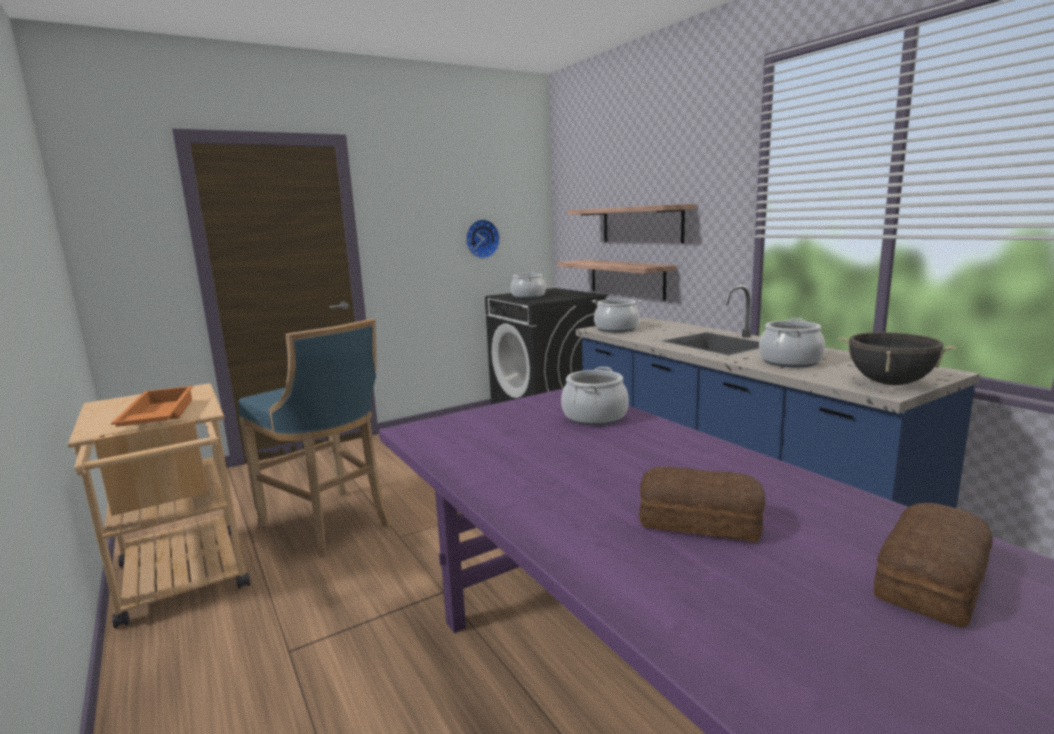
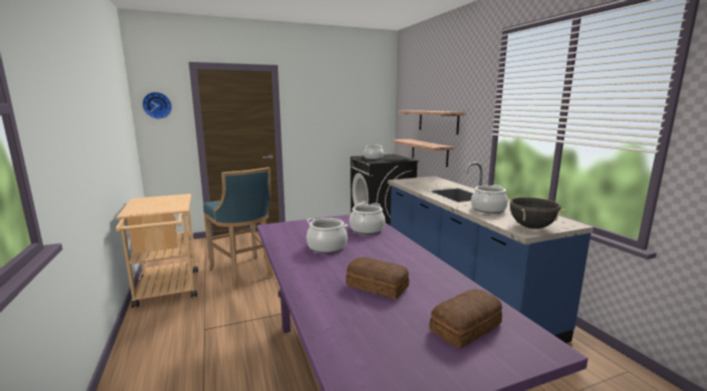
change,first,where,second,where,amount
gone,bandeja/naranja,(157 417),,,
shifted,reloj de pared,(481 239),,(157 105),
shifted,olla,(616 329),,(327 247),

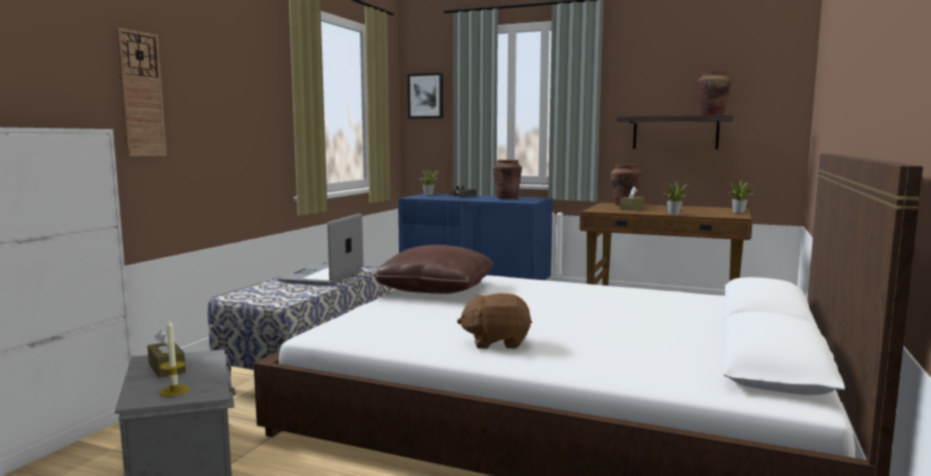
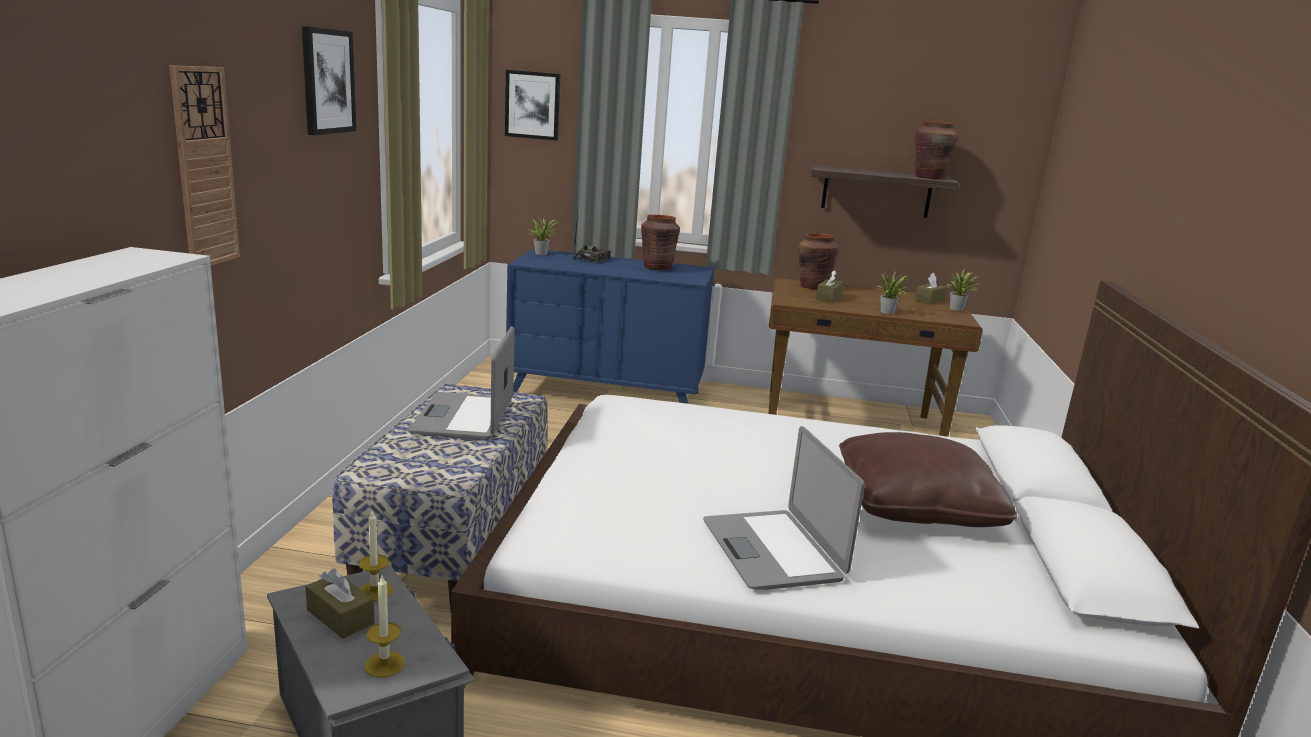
change,first,where,second,where,amount
shifted,cojín/marrón,(436 289),,(916 506),
swapped,peluche/marrón,(496 342),portátil,(773 550),
new,,,cuadro,(327 81),
new,,,vela,(375 591),
new,,,caja de pañuelos/marrón,(929 300),

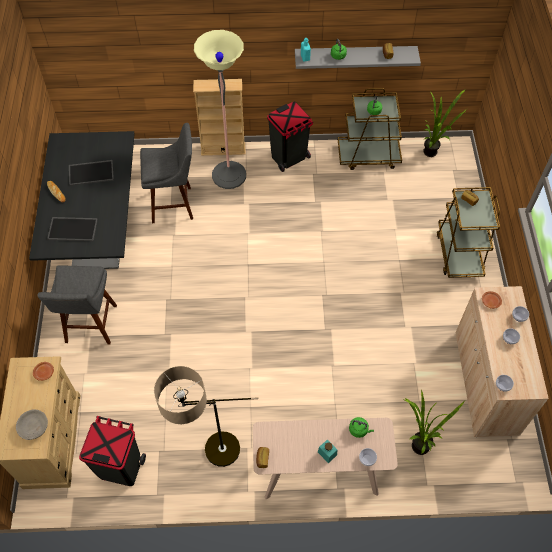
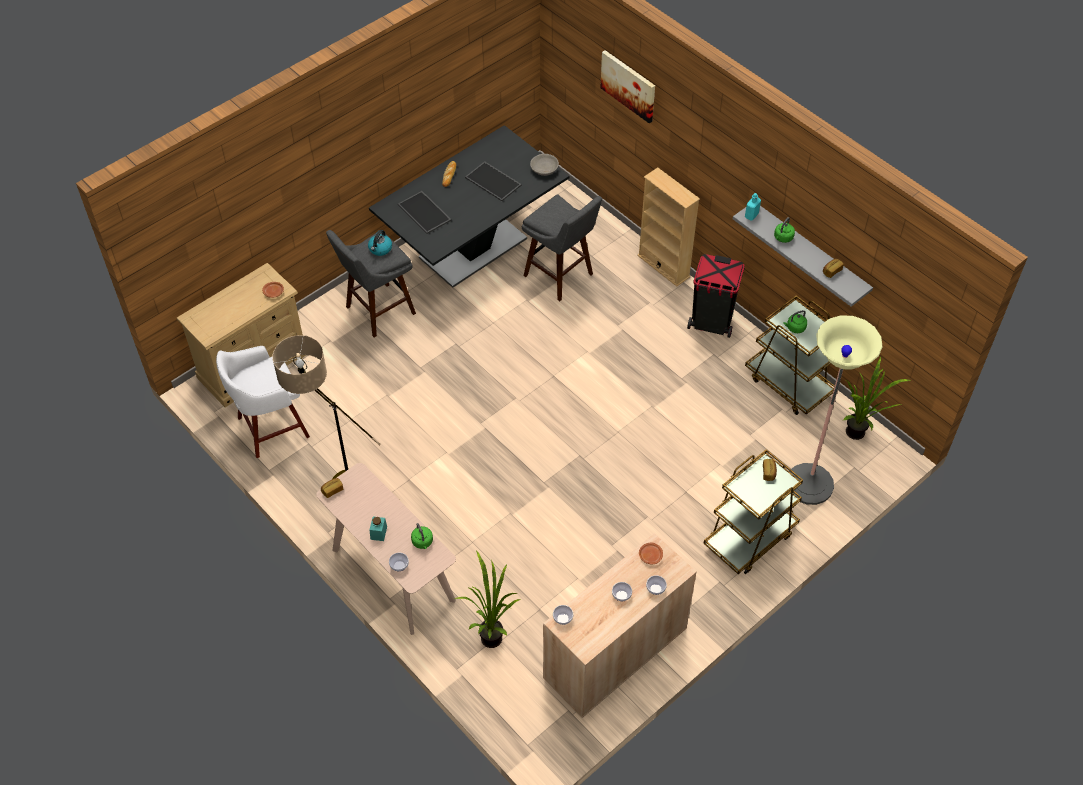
change,first,where,second,where,amount
shifted,cuenco/gris,(34 427),,(544 169),
swapped,papelera/negro,(120 467),taburete/blanco,(270 428),
shifted,lámpara de pie,(229 175),,(809 484),
new,,,hervidor,(380 249),
new,,,cuadro,(628 85),

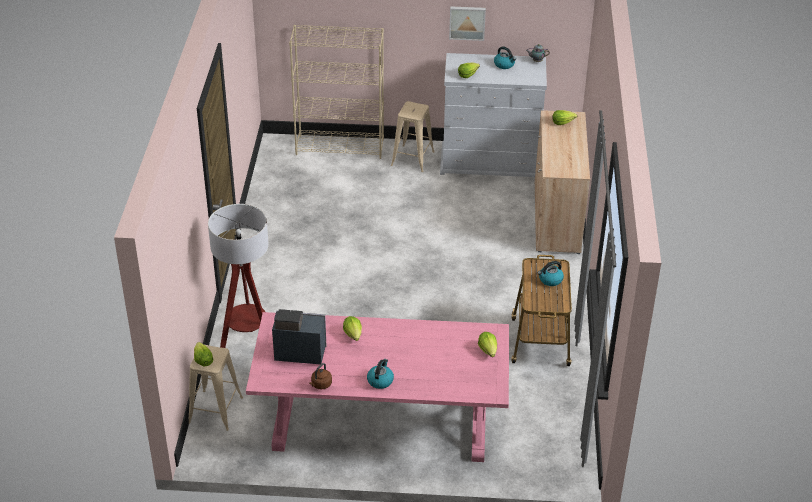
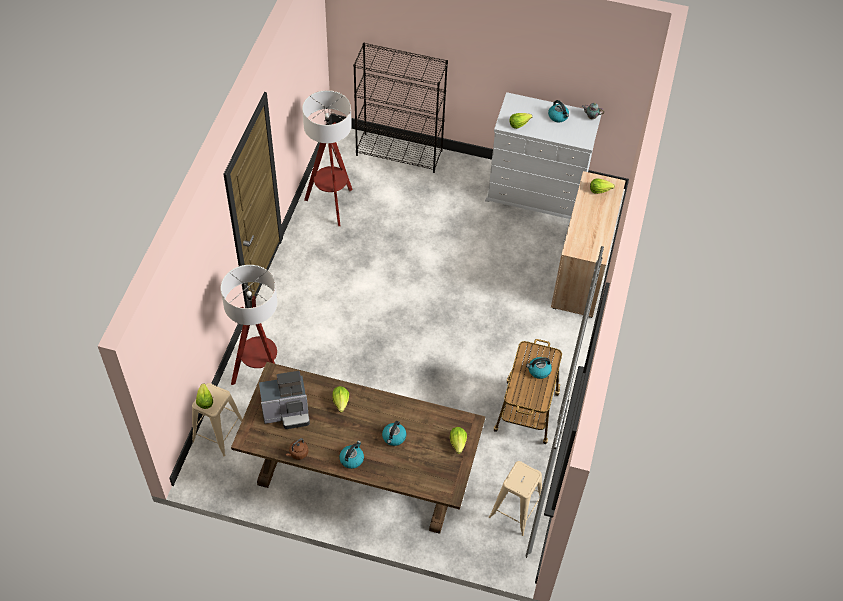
change,first,where,second,where,amount
repainted,mesa de comedor/rosa,(380 420),mesa de comedor/marrón,(360 470),
rotated,cafetera,(298 351),,(287 412),150 degrees clockwise
repainted,estantería/beis,(340 147),estantería/negro,(399 153),
shifted,taburete/beis,(412 158),,(516 509),
gone,cuadro,(467 22),,,
new,,,lámpara de pie,(331 205),
new,,,hervidor,(394 437),

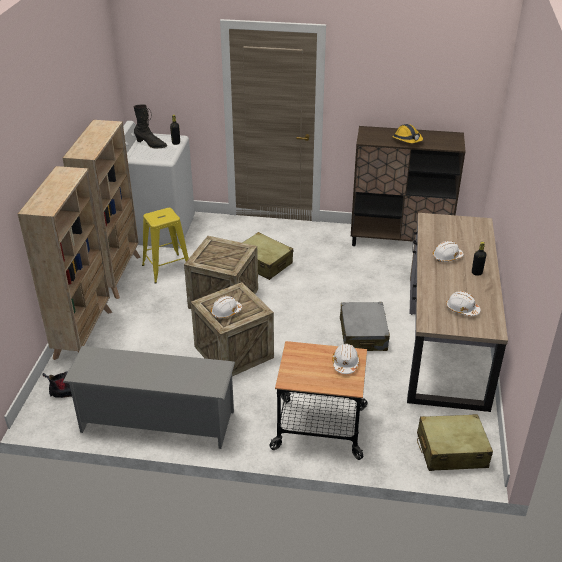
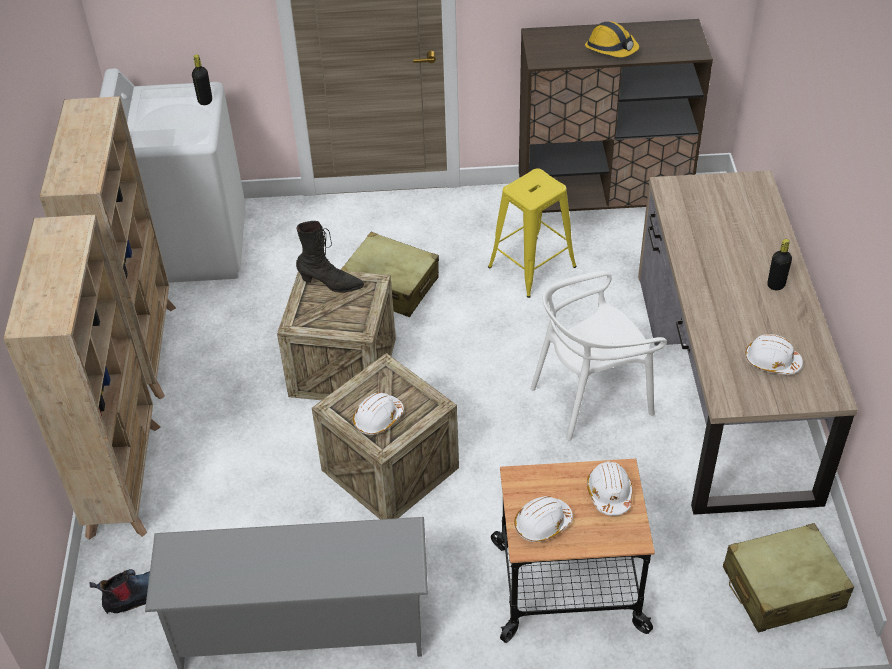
change,first,where,second,where,amount
shifted,bota/negro,(151 144),,(331 284),
shifted,taburete/amarillo,(167 268),,(532 267),
swapped,maleta/gris,(363 334),silla/blanco,(591 397),
shifted,casco/blanco,(447 257),,(542 524),

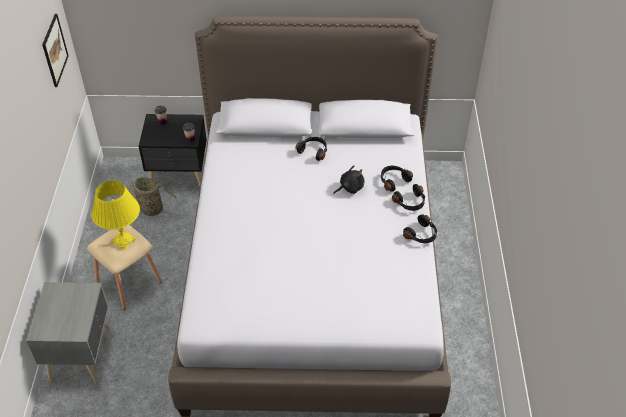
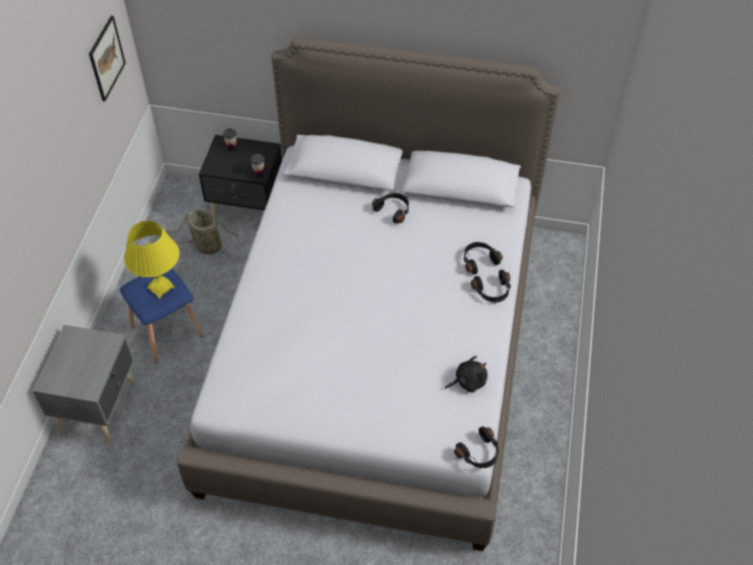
change,first,where,second,where,amount
repainted,taburete/beis,(129 281),taburete/azul,(167 330),
shifted,peluche/negro,(350 188),,(468 381),
shifted,auriculares/negro,(421 235),,(479 453),

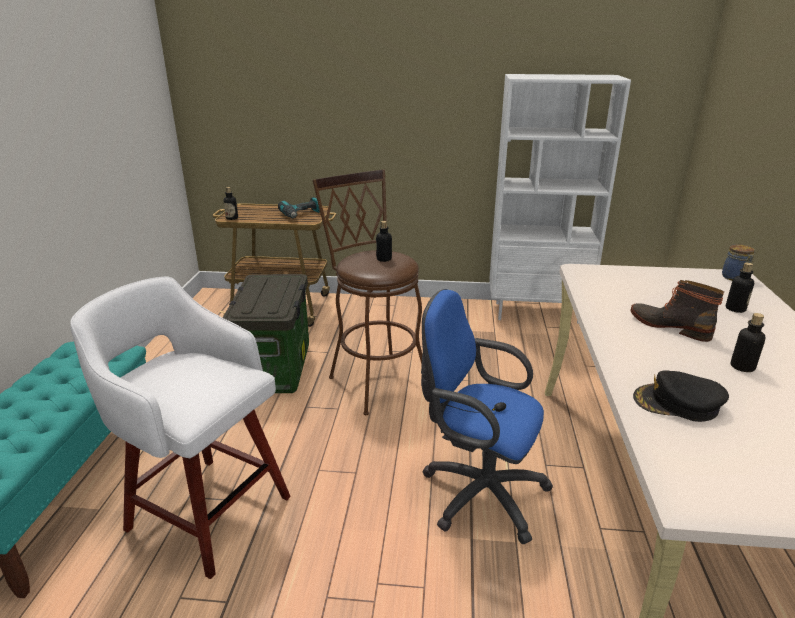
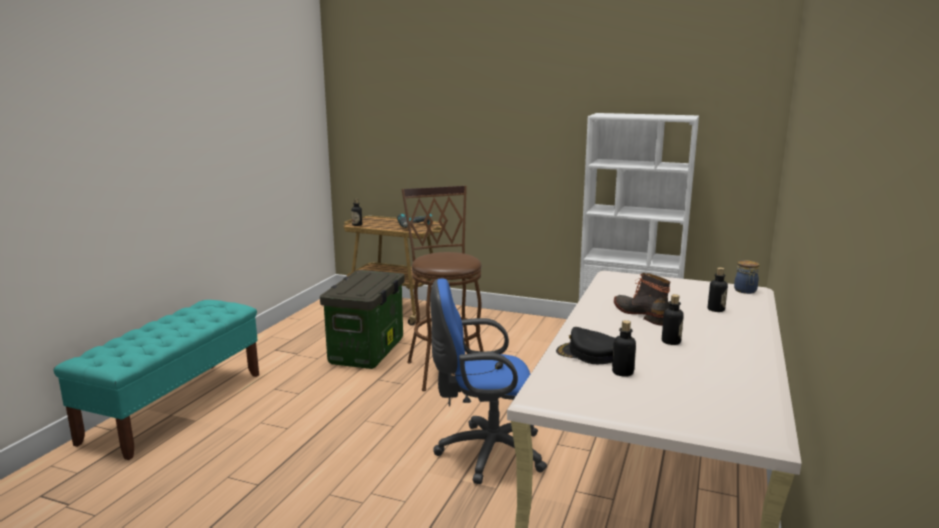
change,first,where,second,where,amount
gone,taburete/blanco,(206 510),,,
shifted,botella,(384 259),,(622 372),
rotated,silla de oficina/azul,(477 492),,(485 453),45 degrees counterclockwise

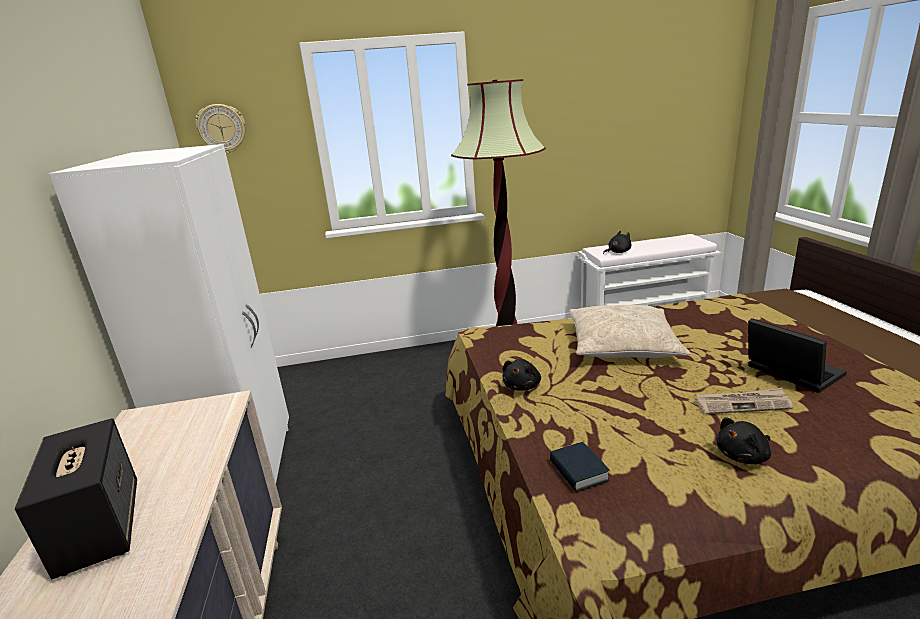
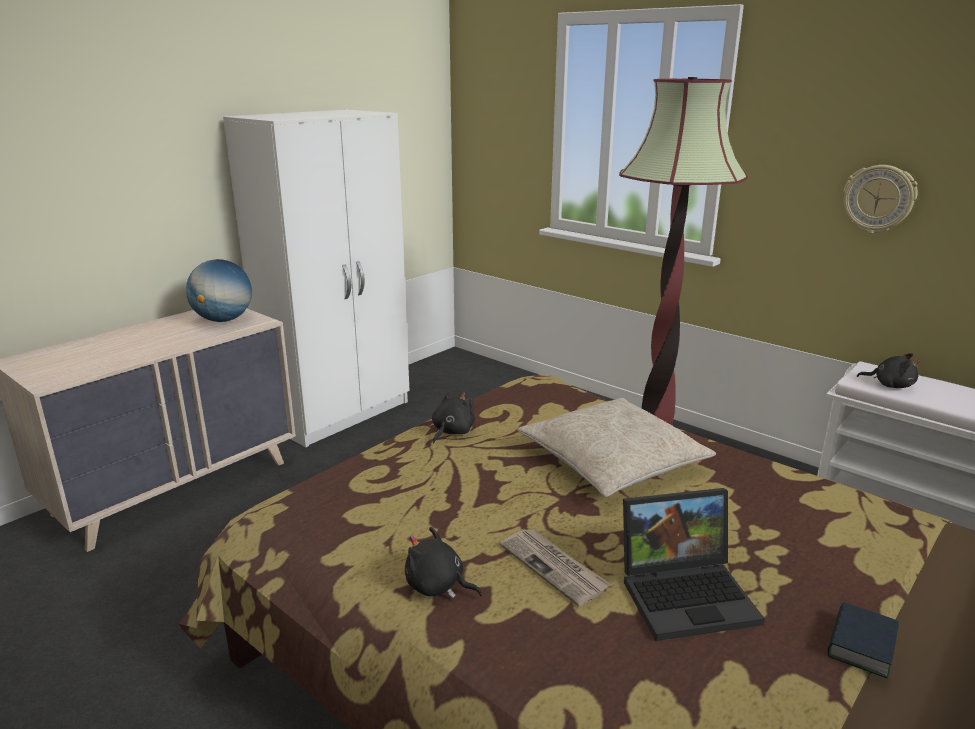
change,first,where,second,where,amount
gone,altavoz,(100 526),,,
shifted,reloj de pared,(222 129),,(878 199),
rotated,peluche/negro,(522 386),,(451 432),135 degrees clockwise
shifted,libro,(578 471),,(861 645),
rotated,portátil,(788 372),,(688 593),60 degrees clockwise
new,,,globo terráqueo,(223 320),

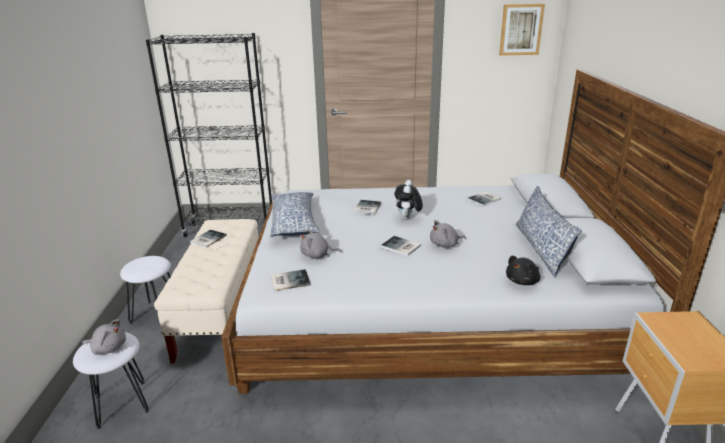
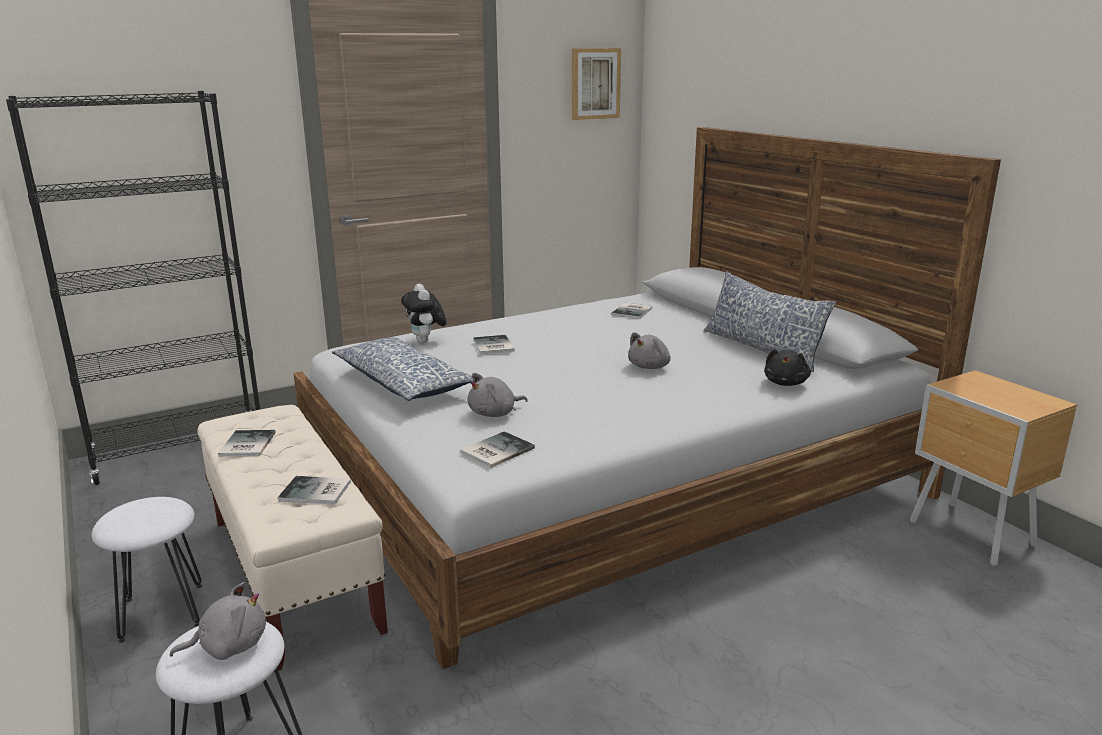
change,first,where,second,where,amount
shifted,libro,(401 247),,(316 492),
shifted,peluche,(407 218),,(426 342),

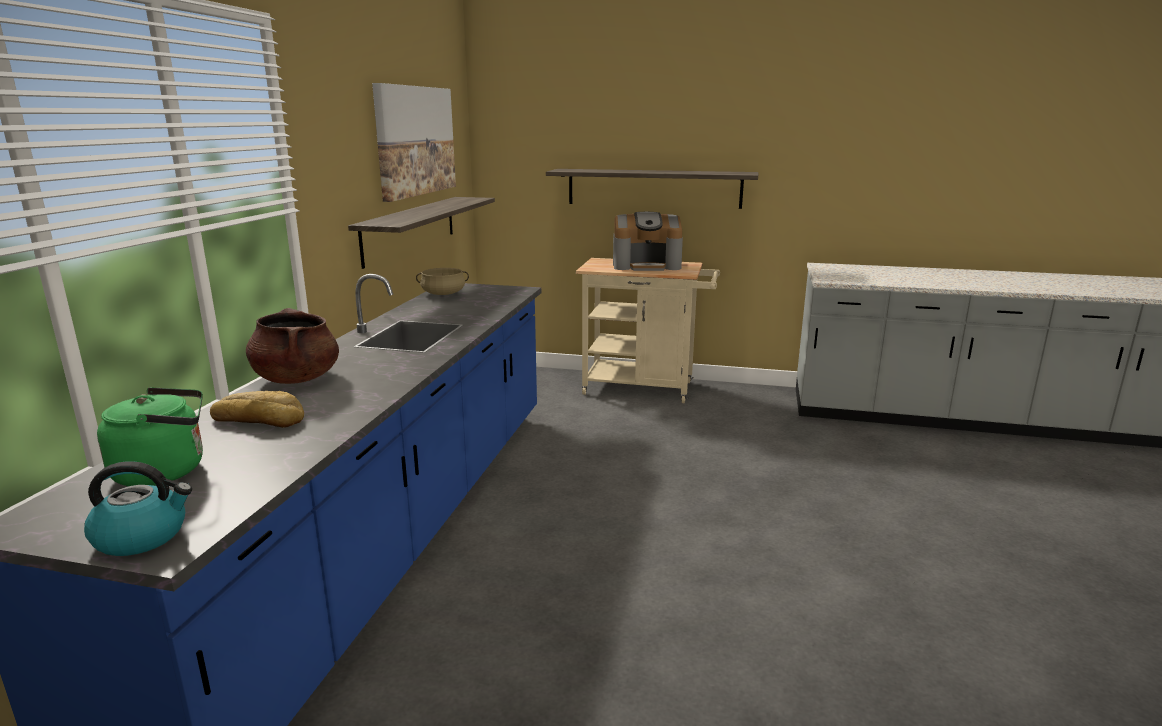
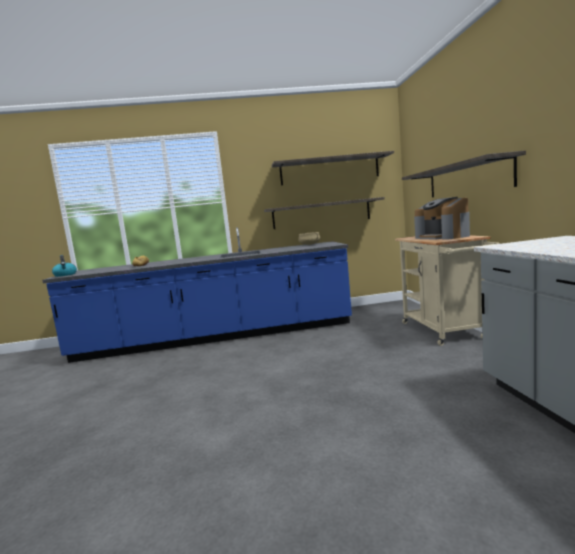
change,first,where,second,where,amount
gone,hervidor/verde,(166 471),,,
gone,olla/marrón,(296 378),,,
swapped,cuadro,(415 141),estante,(329 170),

